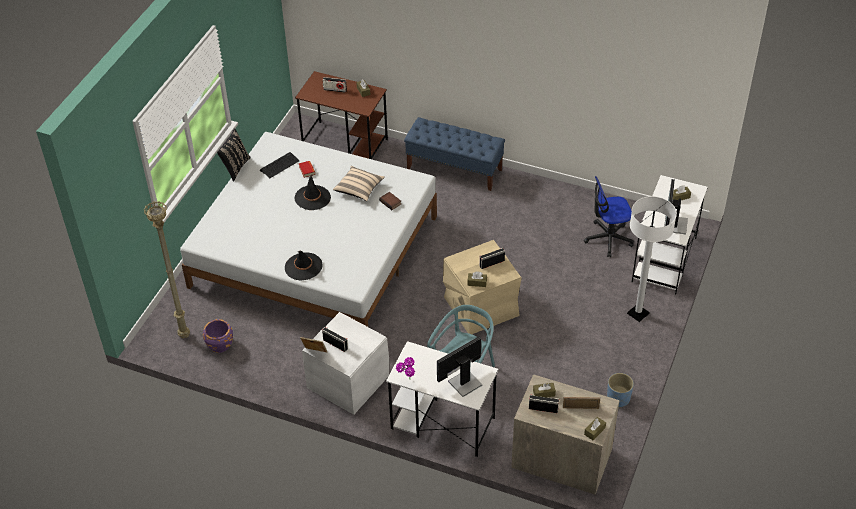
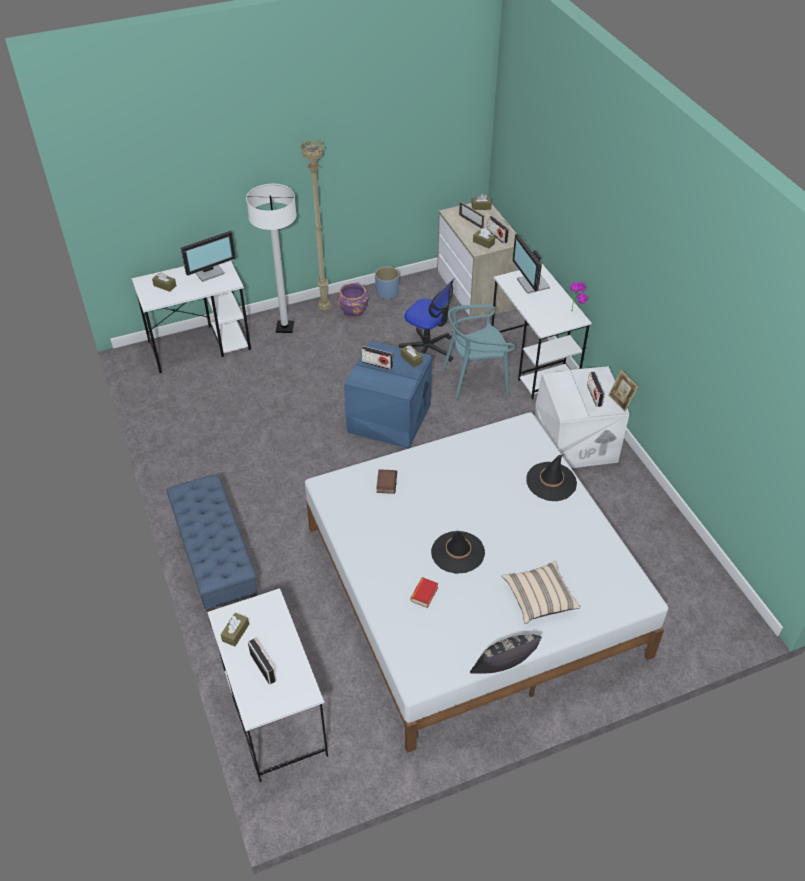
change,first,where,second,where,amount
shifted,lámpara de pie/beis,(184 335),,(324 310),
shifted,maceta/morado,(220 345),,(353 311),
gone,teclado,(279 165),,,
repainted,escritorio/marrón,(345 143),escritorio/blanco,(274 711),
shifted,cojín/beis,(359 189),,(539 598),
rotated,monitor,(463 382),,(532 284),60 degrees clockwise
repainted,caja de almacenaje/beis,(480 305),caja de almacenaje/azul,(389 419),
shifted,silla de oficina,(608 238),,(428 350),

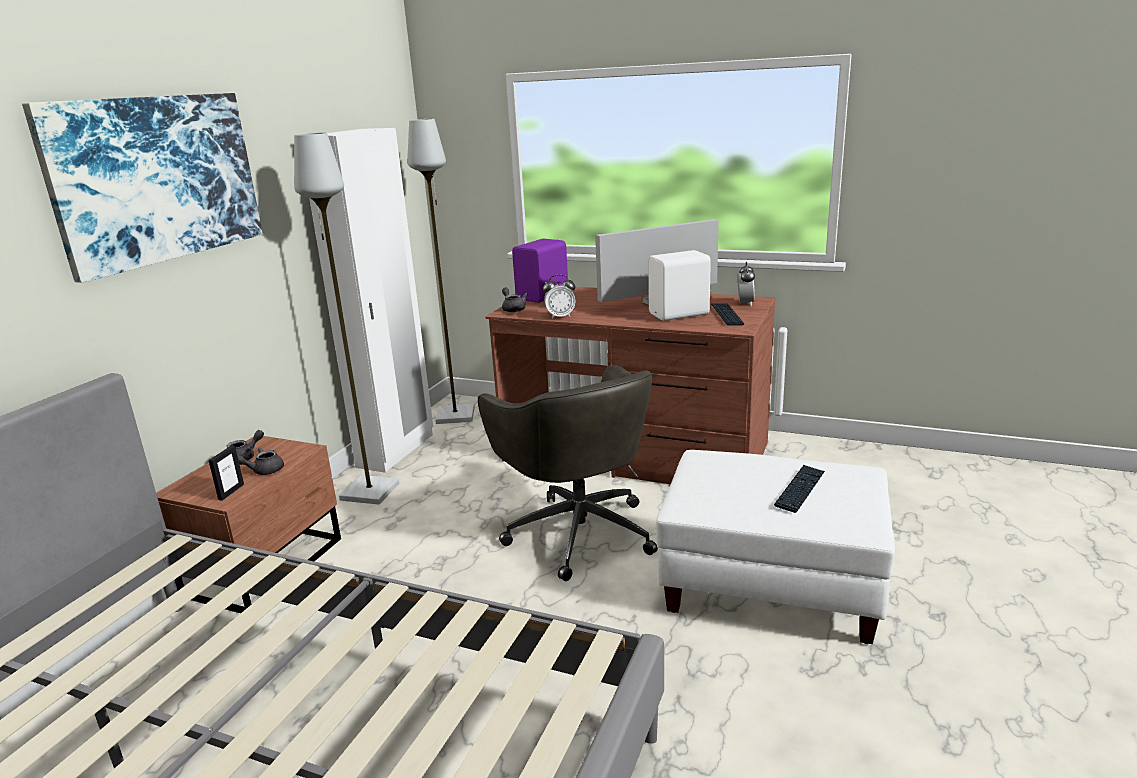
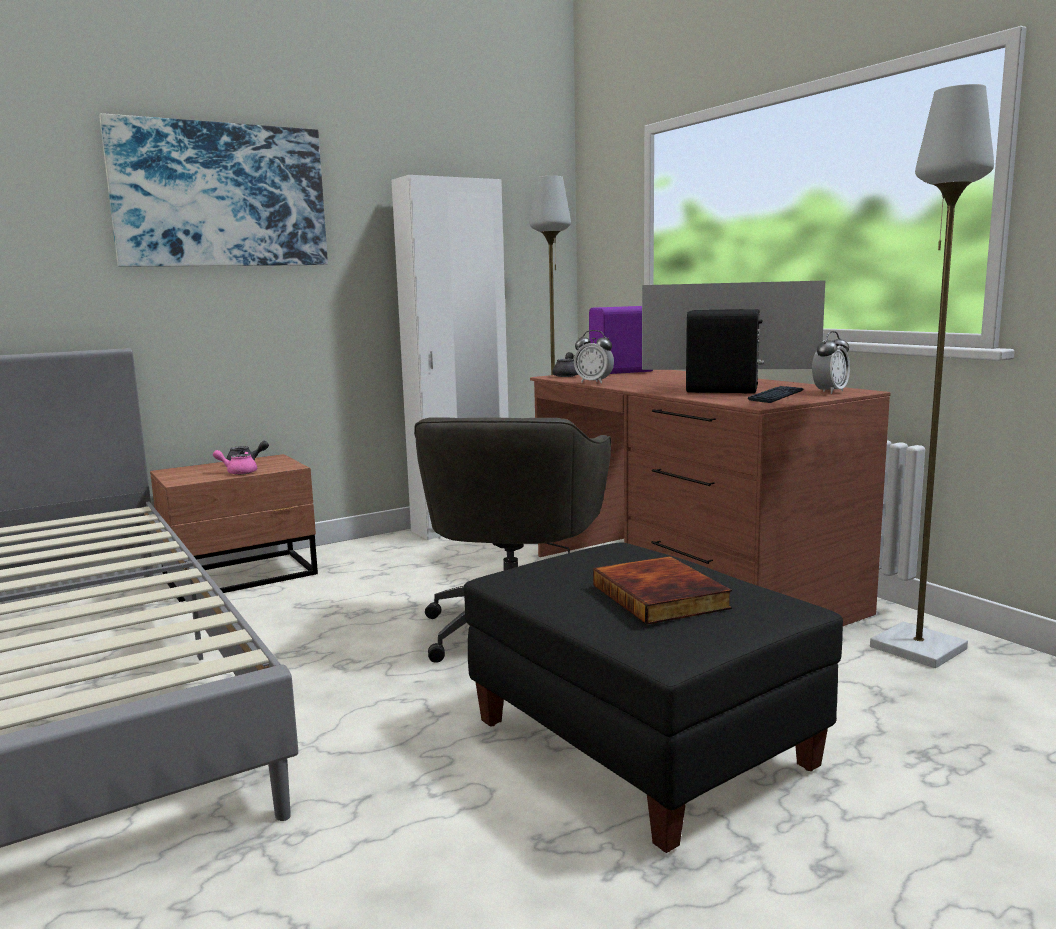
change,first,where,second,where,amount
gone,portarretratos,(231 492),,,
repainted,tetera/gris,(263 470),tetera/rosa,(238 472),
shifted,lámpara de pie/gris,(368 492),,(916 648),
repainted,altavoz/blanco,(680 314),altavoz/negro,(723 391),
repainted,puf/blanco,(771 585),puf/negro,(641 745),
swapped,teclado,(800 489),libro,(662 596),

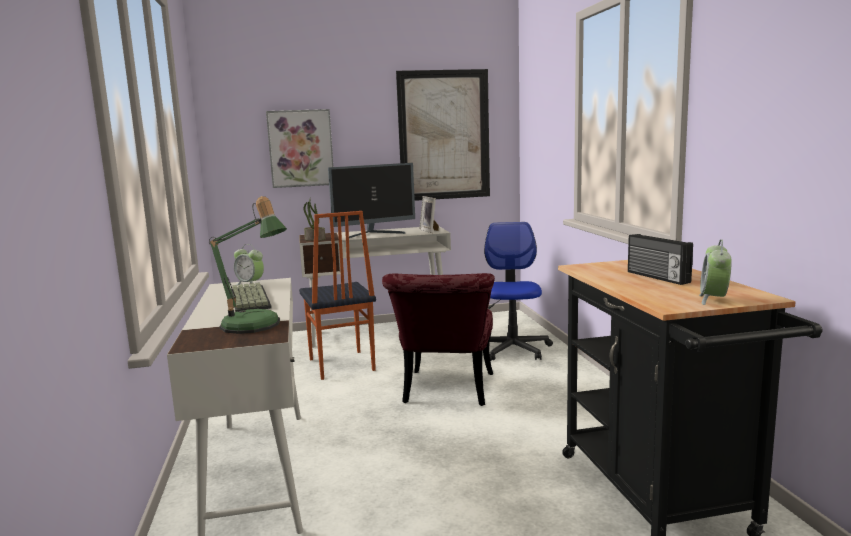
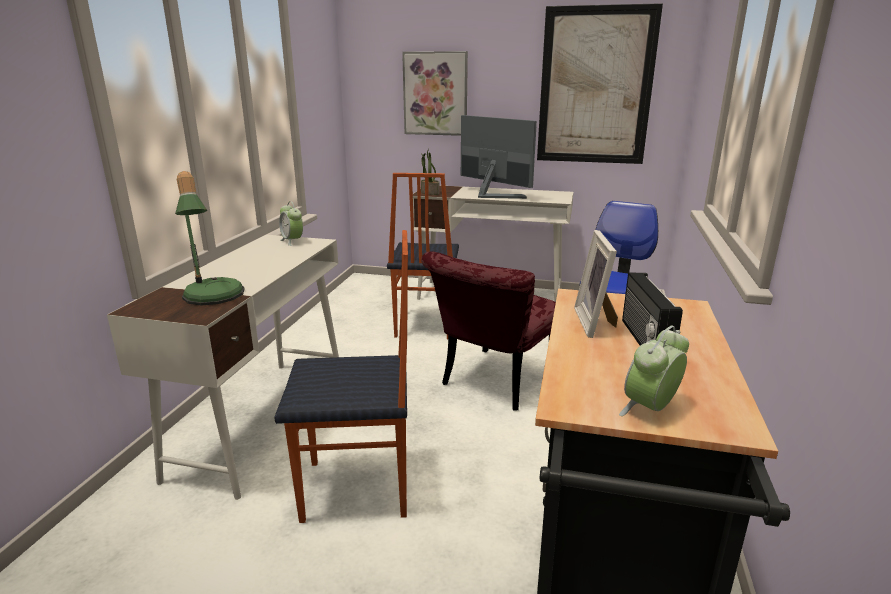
change,first,where,second,where,amount
gone,teclado,(248 299),,,
rotated,monitor,(374 234),,(492 194),135 degrees counterclockwise
shifted,portarretratos,(430 231),,(596 322),
new,,,silla,(357 490),

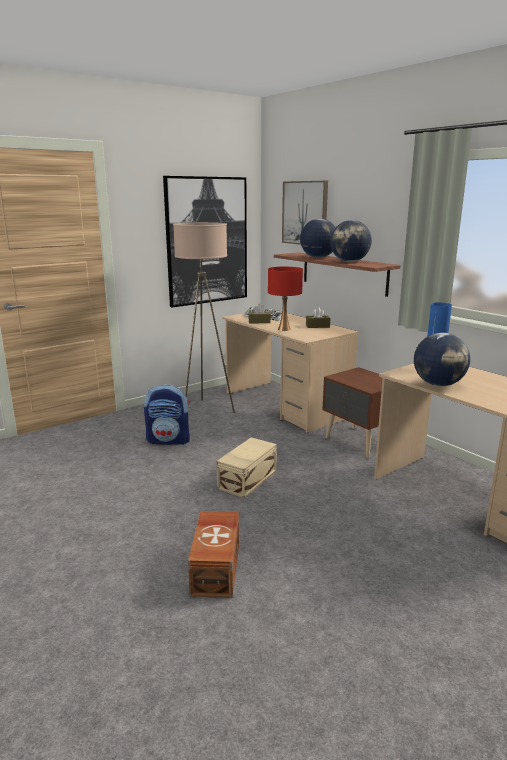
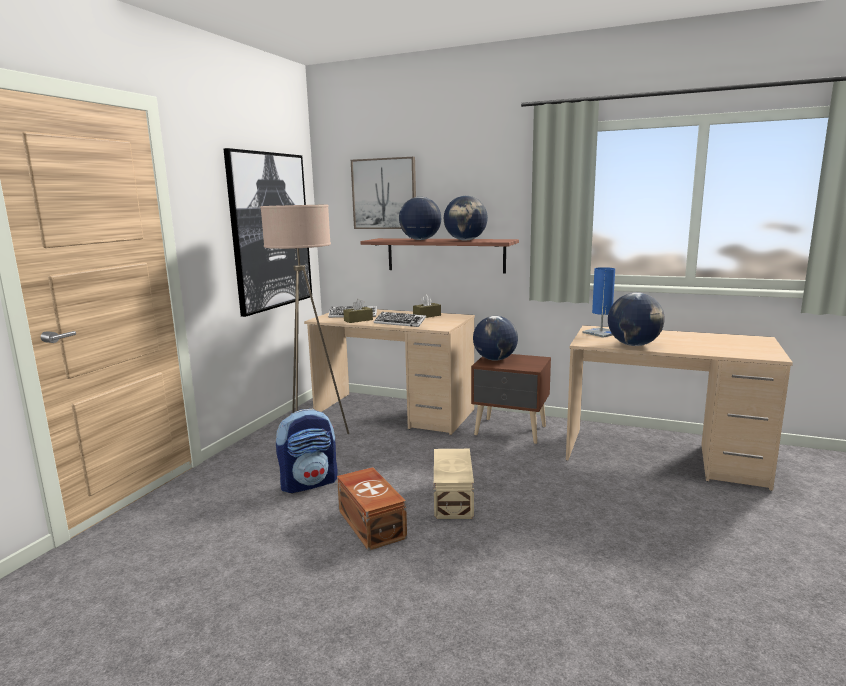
change,first,where,second,where,amount
shifted,caja de almacenaje/marrón,(217 567),,(372 523),
swapped,lámpara de mesa/rojo,(284 329),teclado,(400 323),
new,,,globo terráqueo,(495 359),

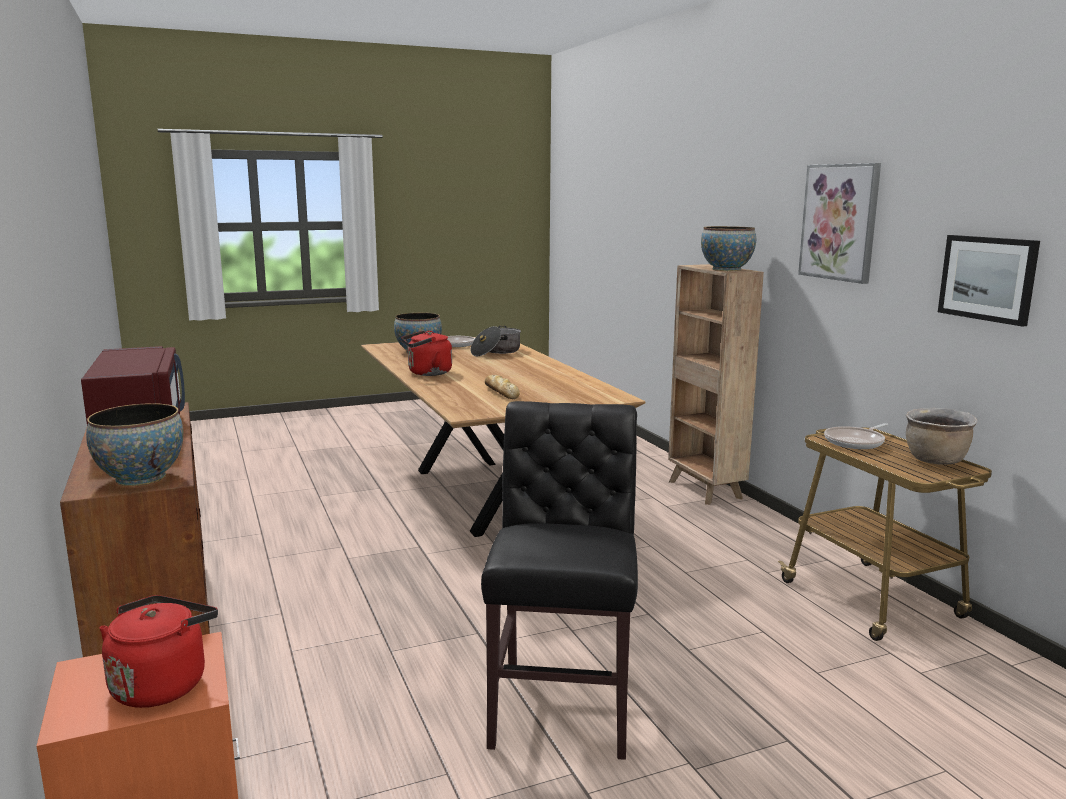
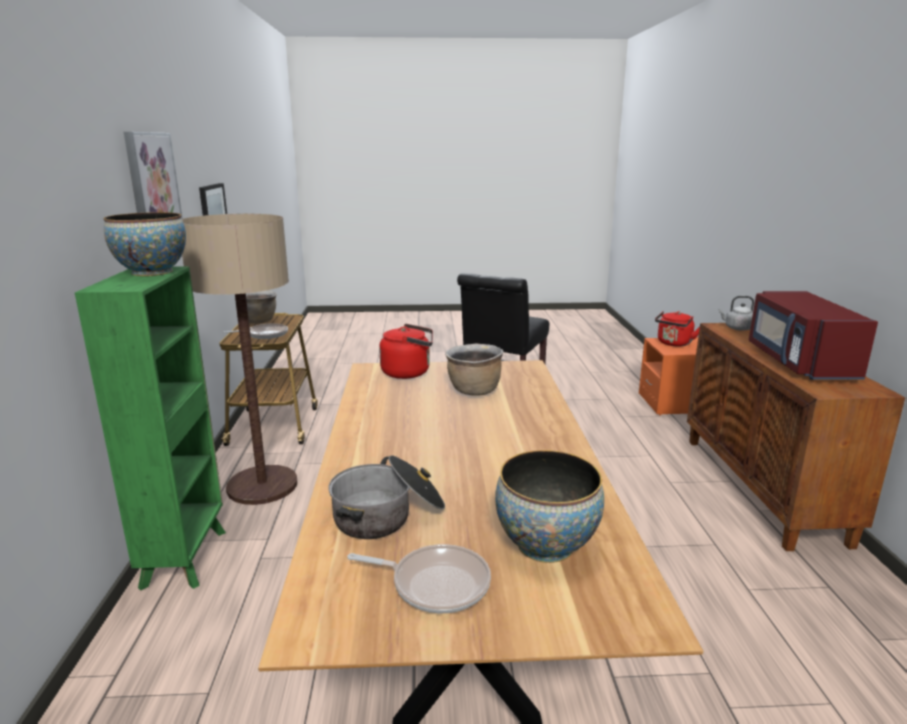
change,first,where,second,where,amount
swapped,cuenco,(141 478),hervidor/gris,(737 328),
shifted,hervidor/rojo,(427 373),,(409 372),
swapped,pan,(501 392),olla/marrón,(474 391),
repainted,estantería/marrón,(705 490),estantería/verde,(186 557),
new,,,lámpara de pie,(262 486),

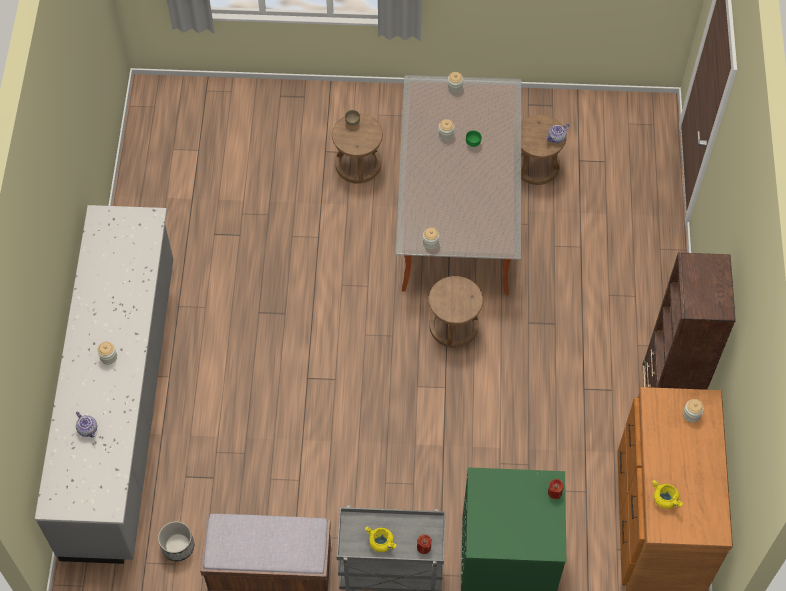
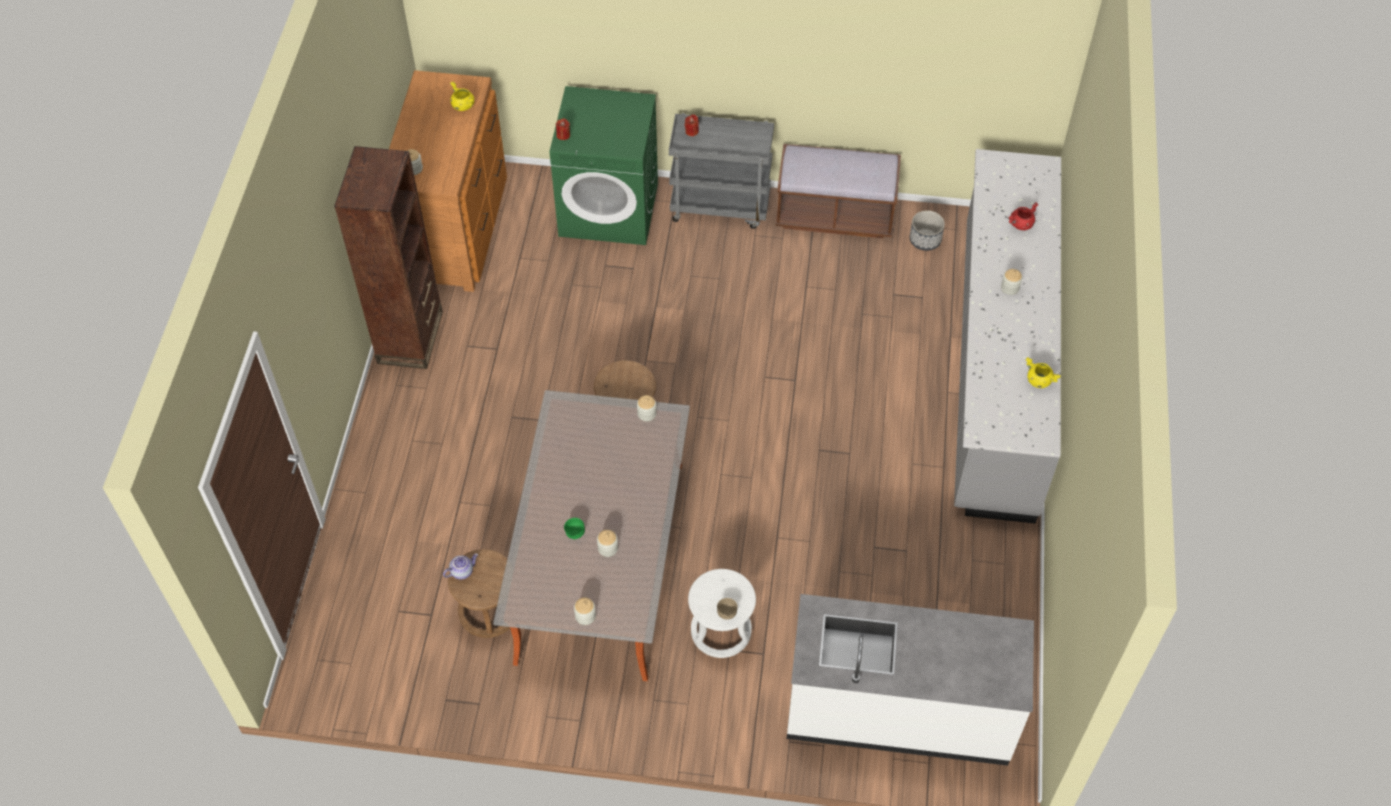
change,first,where,second,where,amount
swapped,tetera,(88 429),olla/rojo,(1021 224),
repainted,taburete/marrón,(358 164),taburete/blanco,(721 631),
shifted,olla/amarillo,(381 542),,(1038 380),
new,,,mueble bajo de cocina/blanco,(899 710),

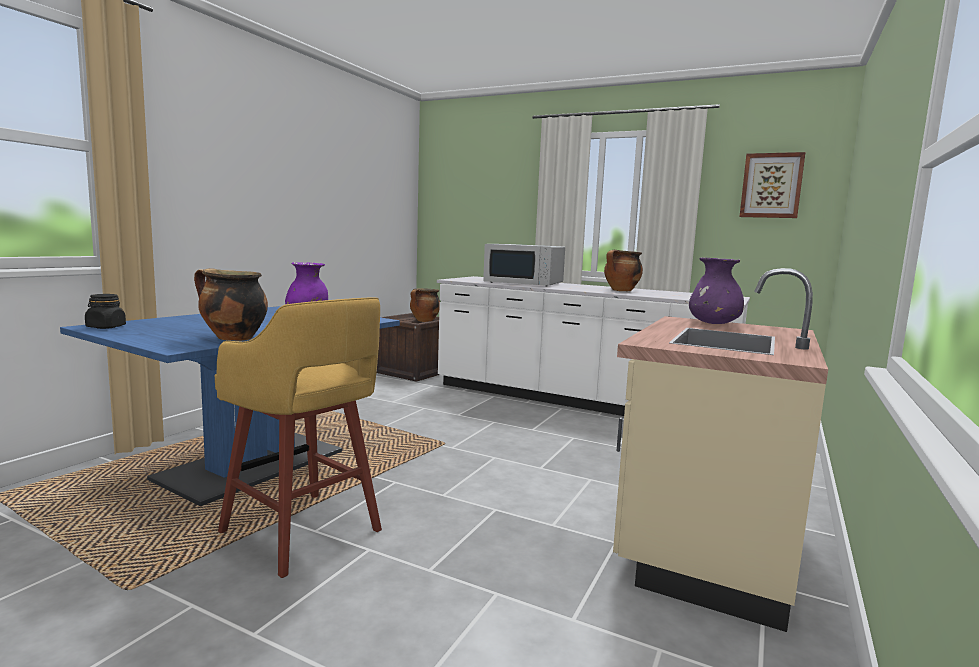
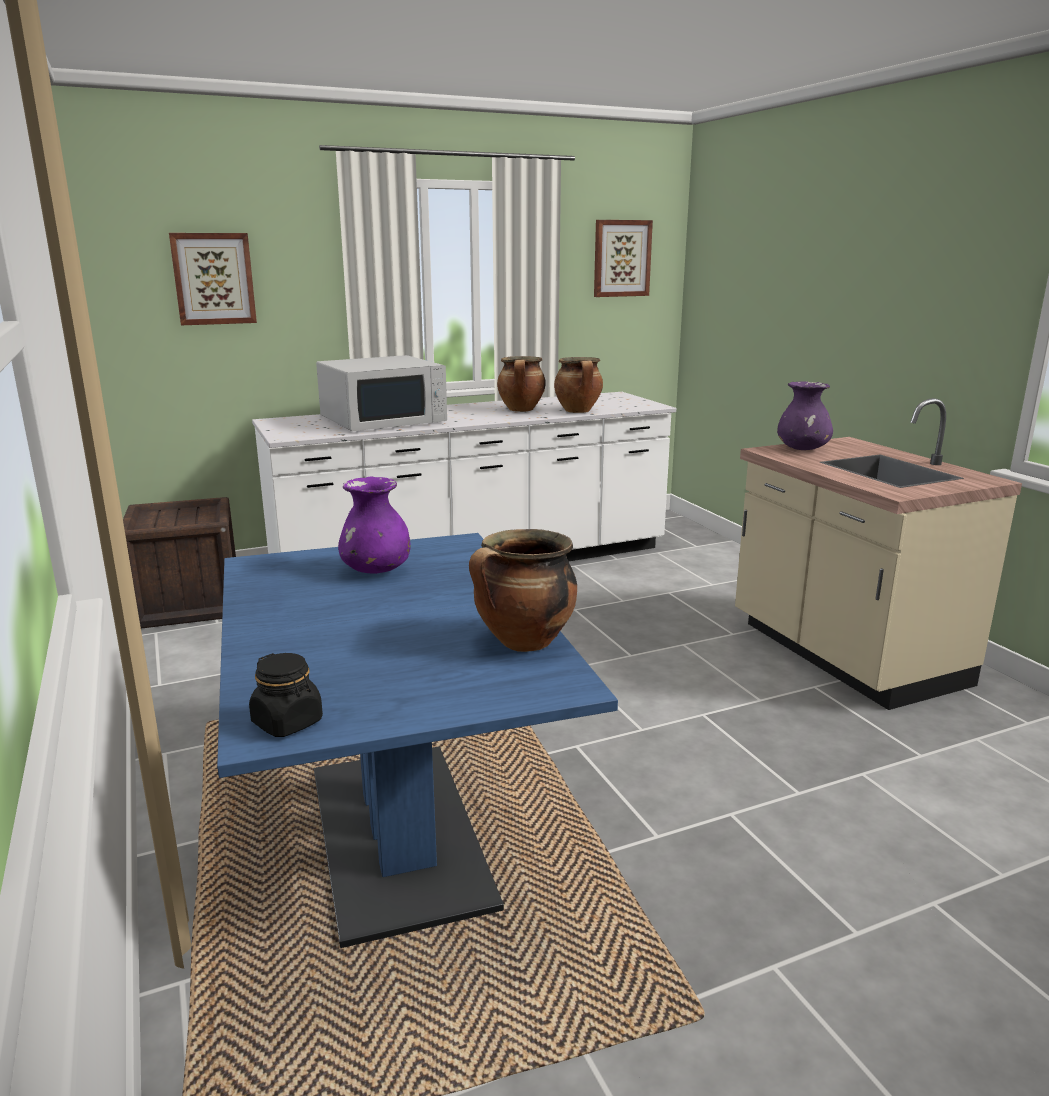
change,first,where,second,where,amount
gone,taburete/amarillo,(303 533),,,
shifted,olla,(424 321),,(578 411),
new,,,cuadro,(213 279),

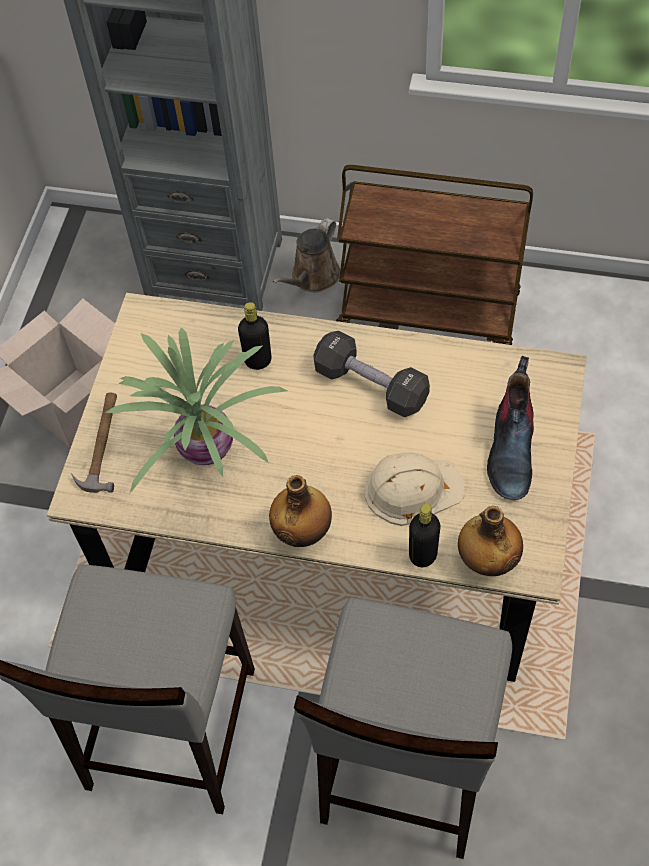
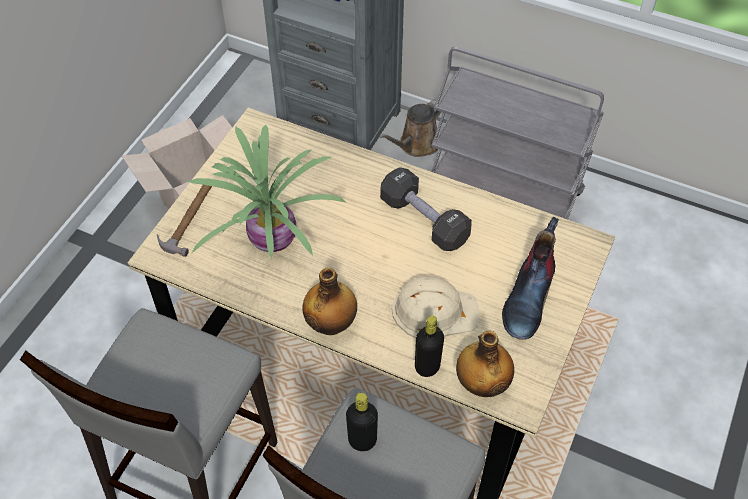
change,first,where,second,where,amount
shifted,botella/negro,(258 360),,(362 440),
repainted,carrito/marrón,(429 312),carrito/gris,(504 191),

